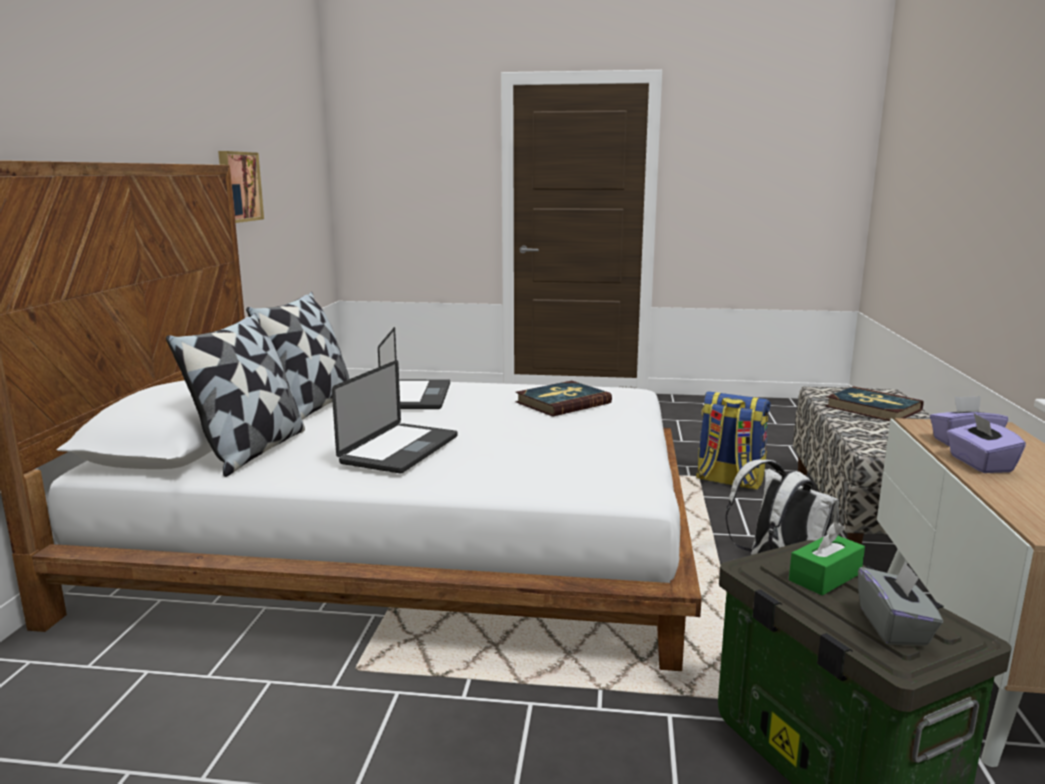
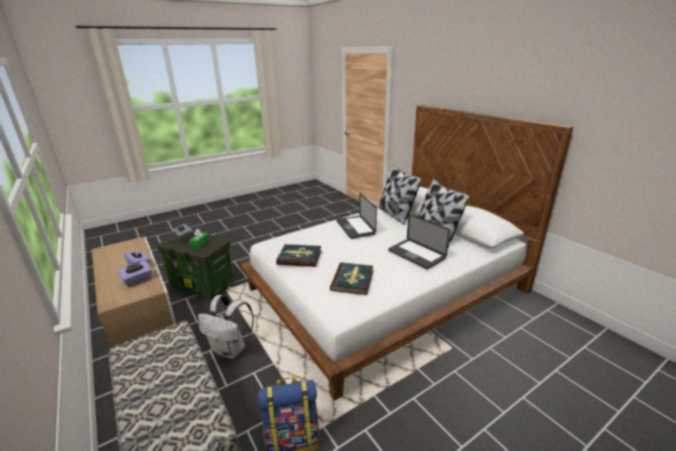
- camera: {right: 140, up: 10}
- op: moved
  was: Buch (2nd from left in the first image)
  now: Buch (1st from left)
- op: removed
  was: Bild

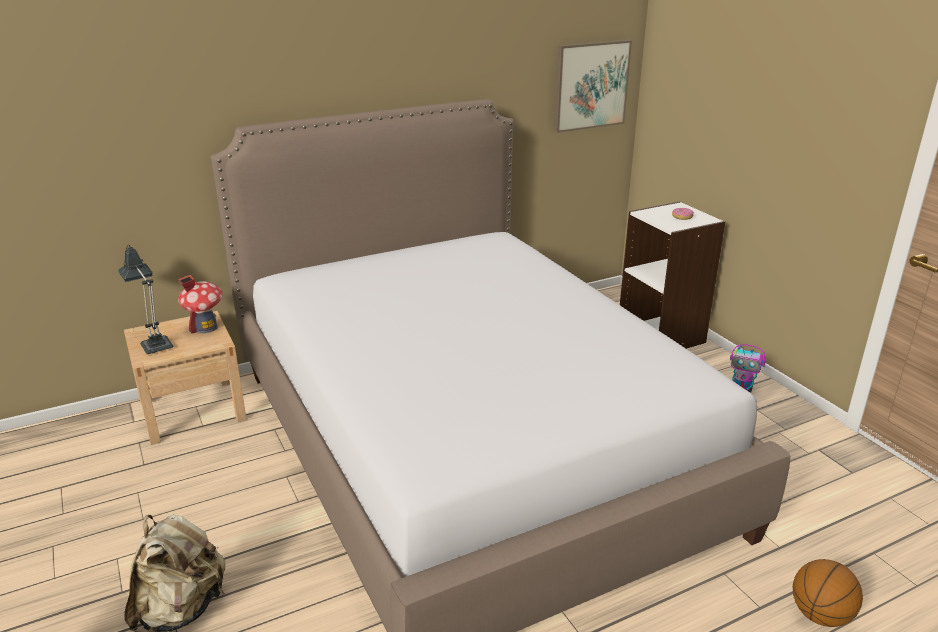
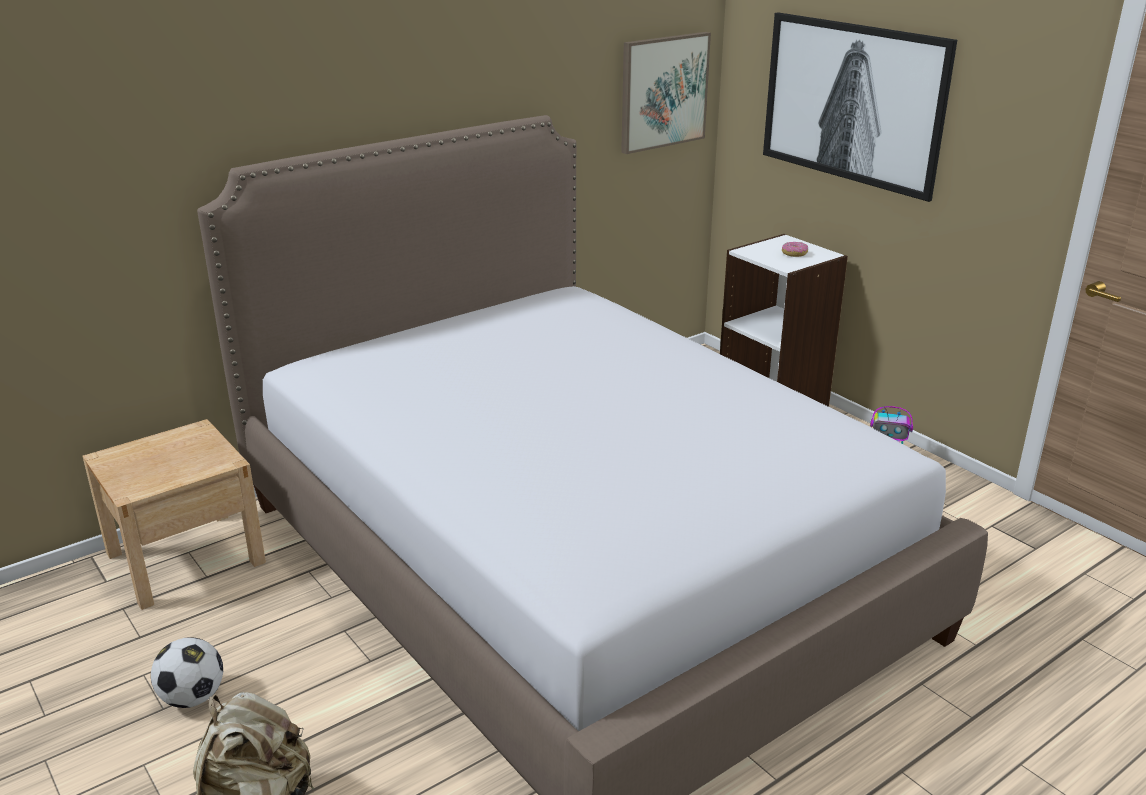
- camera: {right: -10, up: 0}
- op: added
  now: Fußball
- op: added
  now: Bild (2nd from left)
- op: removed
  was: Tischlampe
- op: removed
  was: Spielzeughaus
- op: removed
  was: Basketball

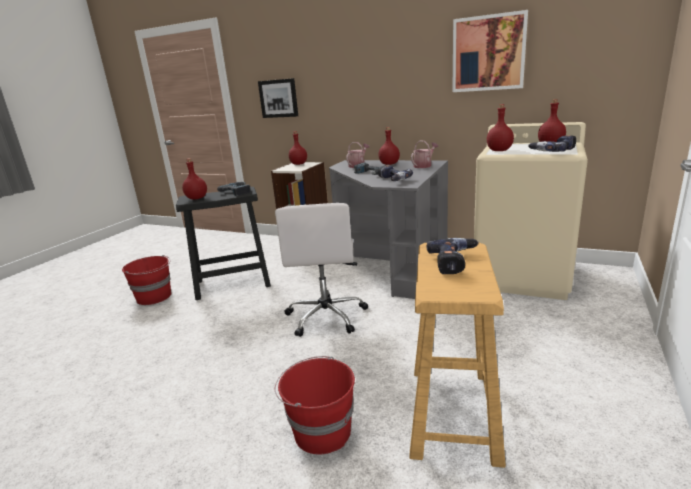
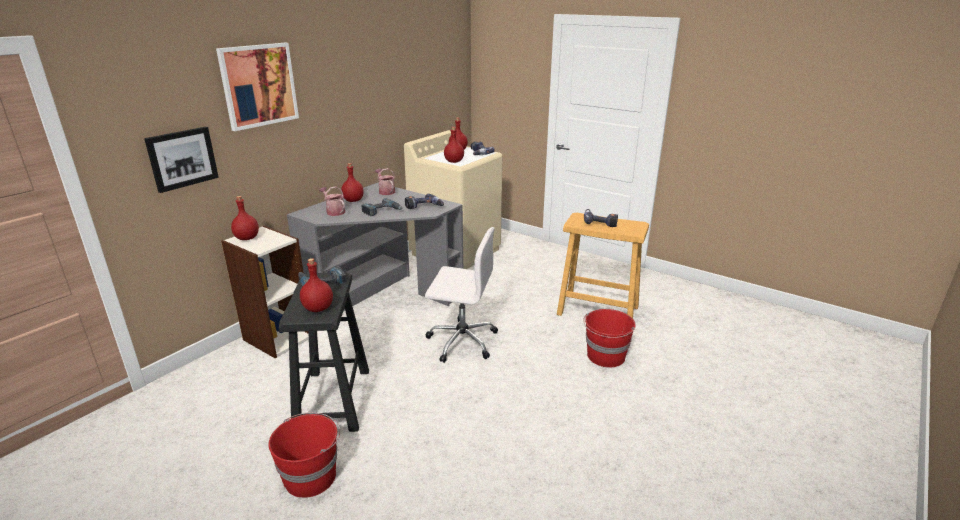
- camera: {right: -80, up: 5}
- op: moved
  was: Bild (2nd from left)

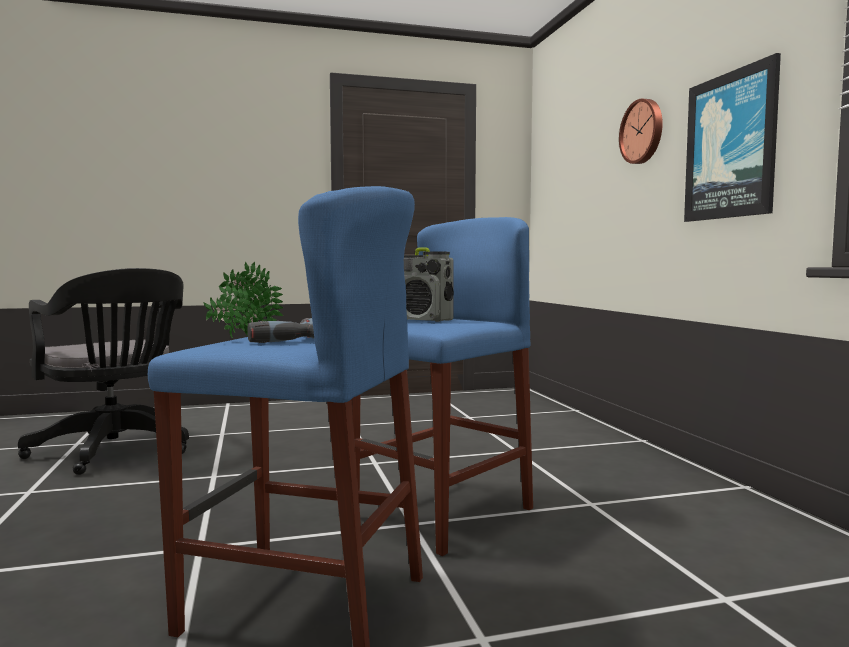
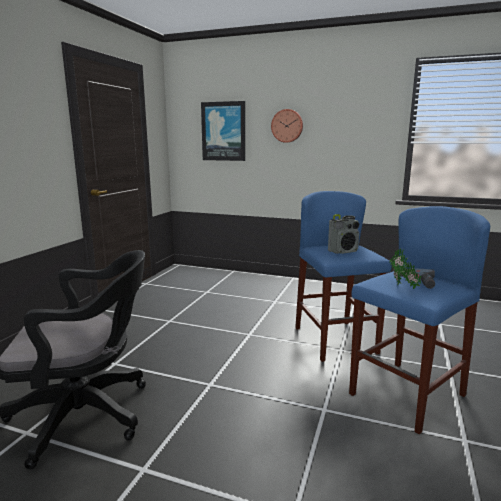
- camera: {right: -55, up: 10}
- op: moved
  was: Bild

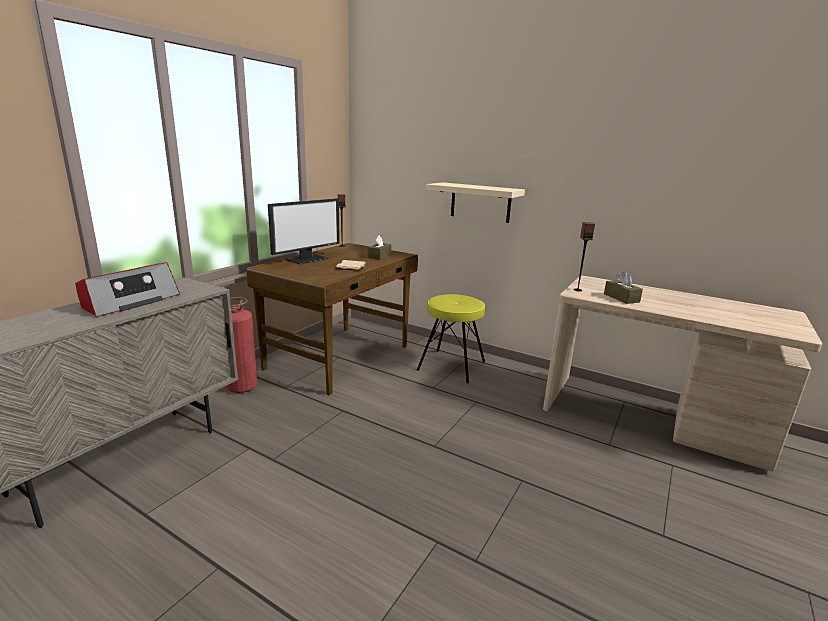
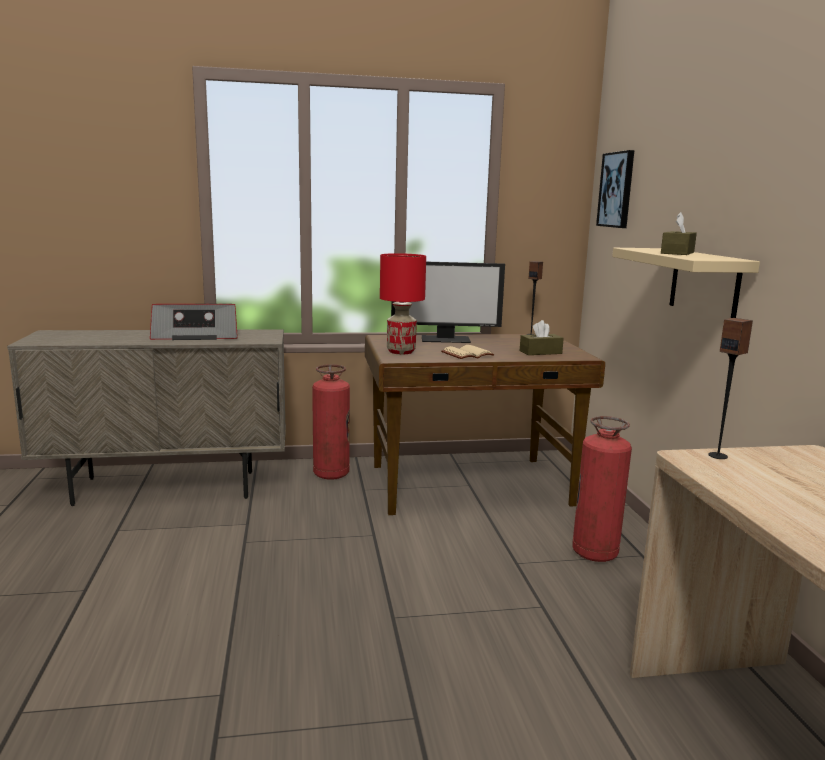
- camera: {right: 50, up: -5}
- op: added
  now: Tischlampe (rot)
- op: replaced
  was: Hocker (gelb)
  now: Feuerlöscher (2nd from left)
- op: added
  now: Bild
- op: moved
  was: Taschentuchbox (braun) (2nd from left)

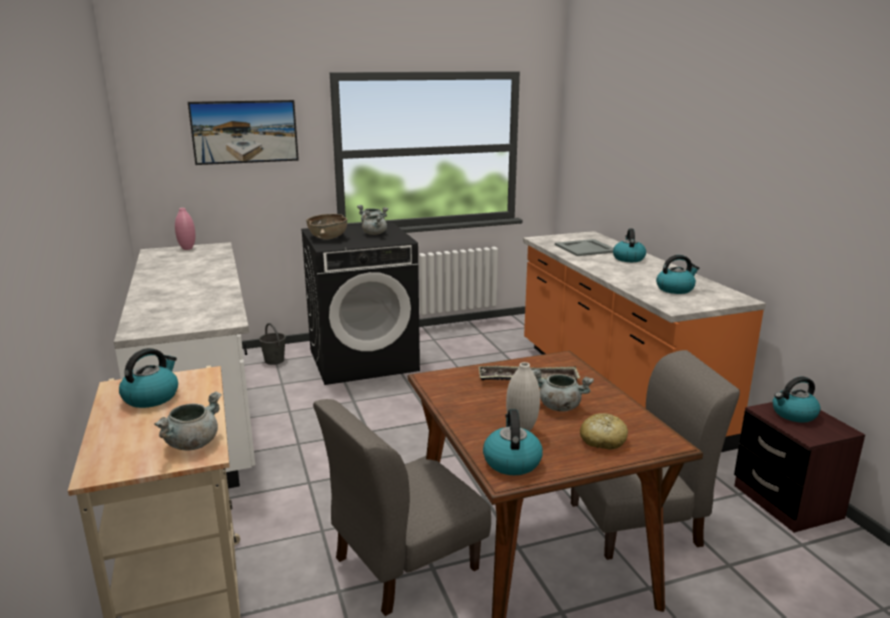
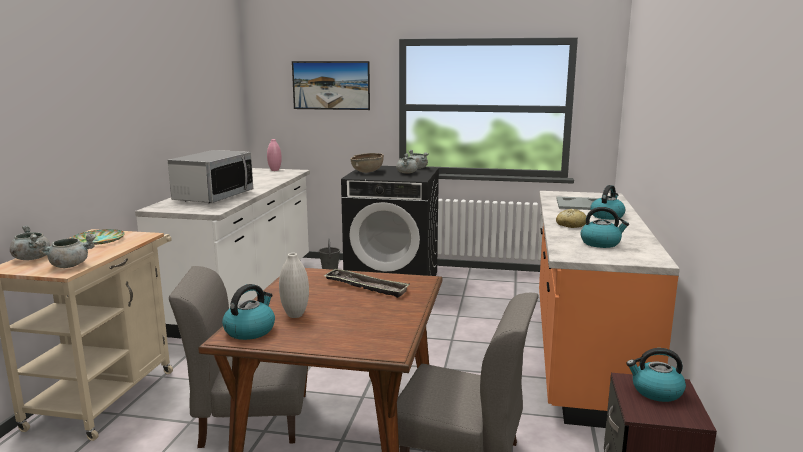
- camera: {right: 30, up: -5}
- op: moved
  was: Kochtopf (grau) (4th from left in the first image)
  now: Kochtopf (grau) (1st from left)
- op: replaced
  was: Wasserkessel (1st from left)
  now: Teller
- op: added
  now: Mikrowelle
- op: moved
  was: Brot

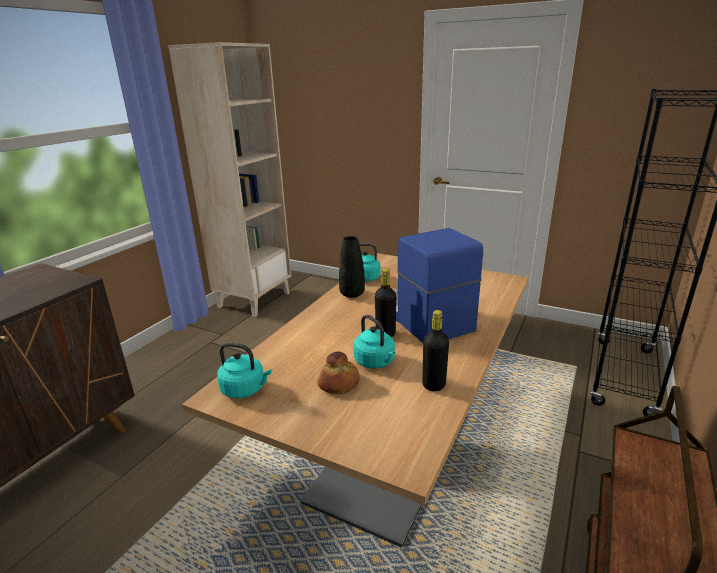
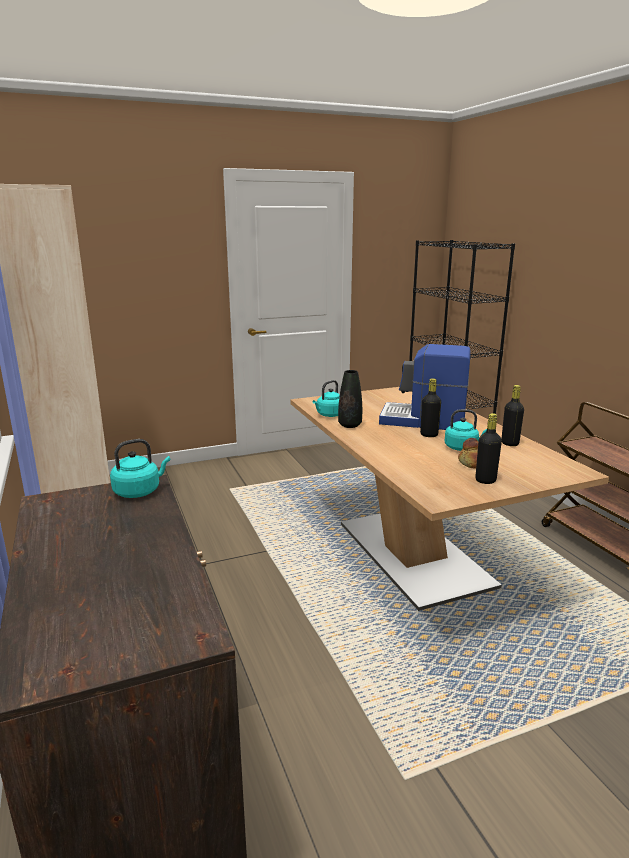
- camera: {right: -50, up: -5}
- op: moved
  was: Wasserkessel (türkis) (1st from left)
- op: added
  now: Flasche (schwarz) (2nd from left)

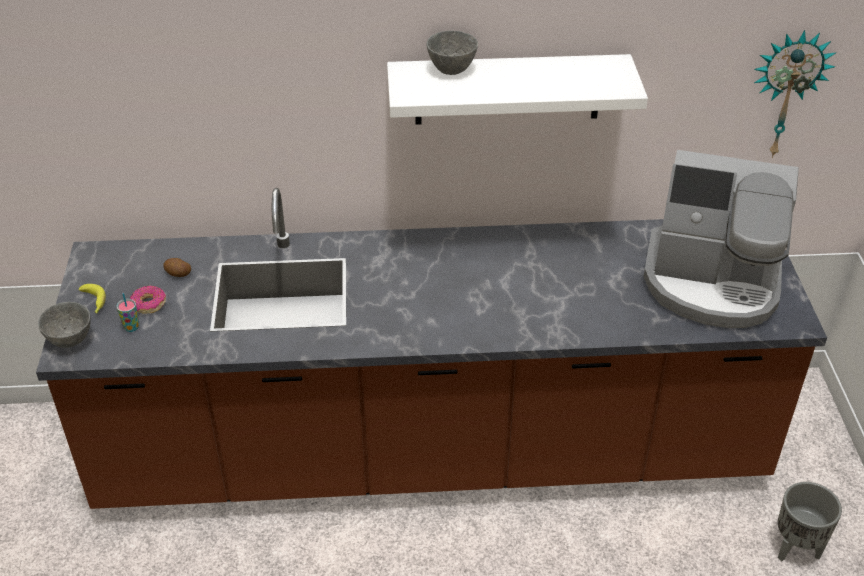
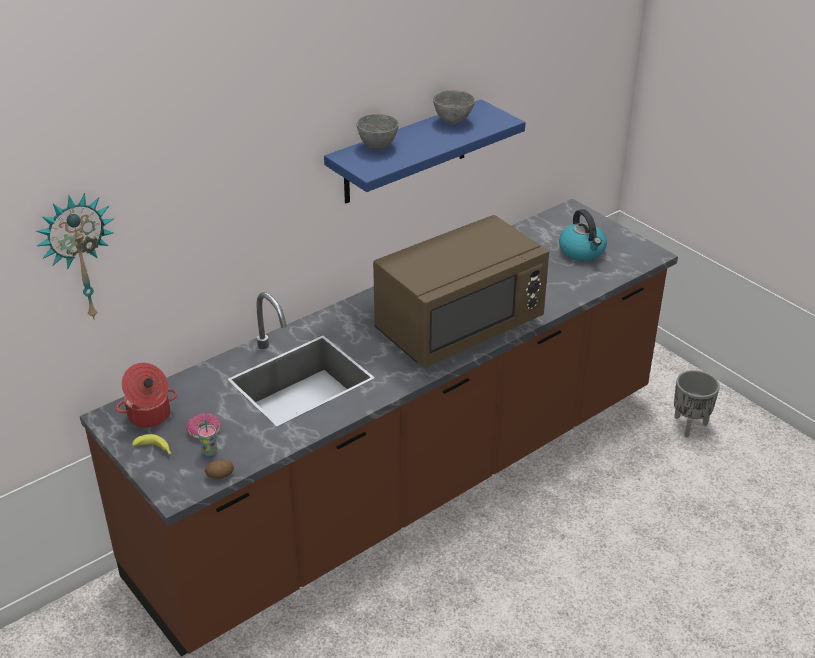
- camera: {right: -35, up: -5}
- op: moved
  was: Wanduhr
- op: added
  now: Kochtopf
- op: moved
  was: Kartoffel
- op: recoloured
  was: Wandregal (weiß)
  now: Wandregal (blau)
- op: added
  now: Mikrowelle (braun)
- op: moved
  was: Schüssel (grau) (1st from left in the first image)
  now: Schüssel (grau) (2nd from left)
- op: replaced
  was: Kaffeemaschine
  now: Wasserkessel

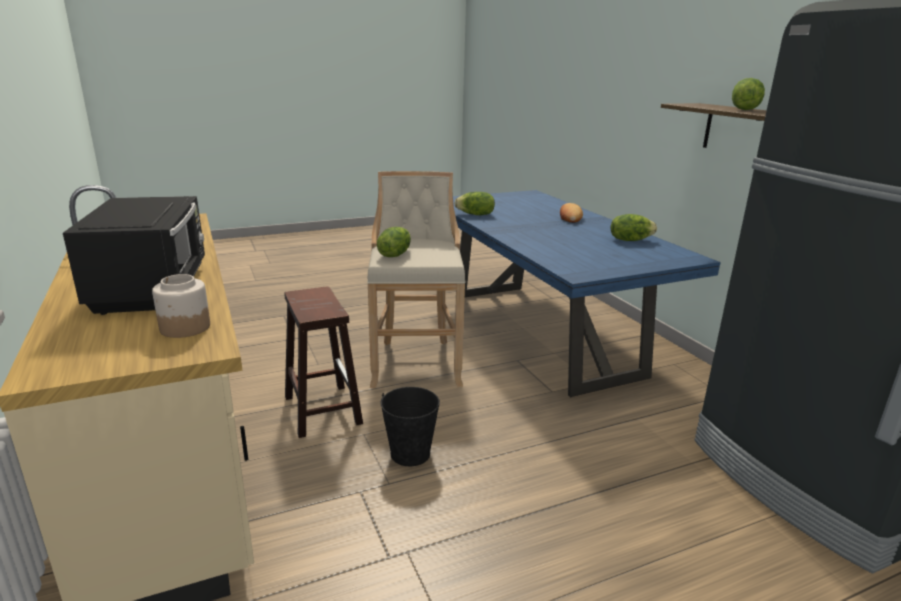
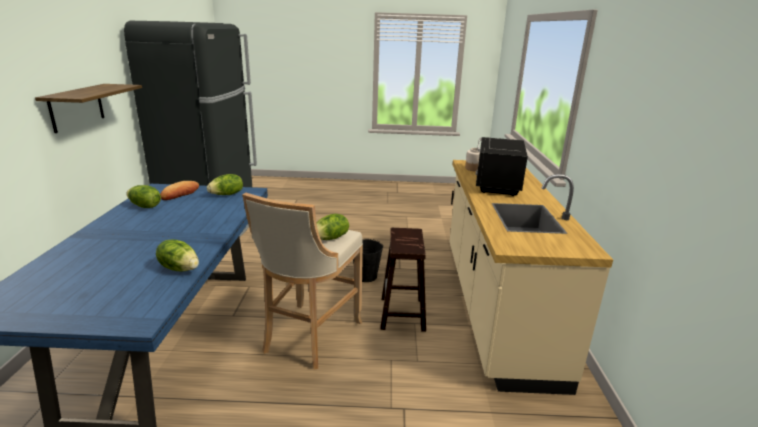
- camera: {right: -155, up: 0}
- op: moved
  was: Brot
- op: moved
  was: Salatkopf (4th from left in the first image)
  now: Salatkopf (3rd from left)

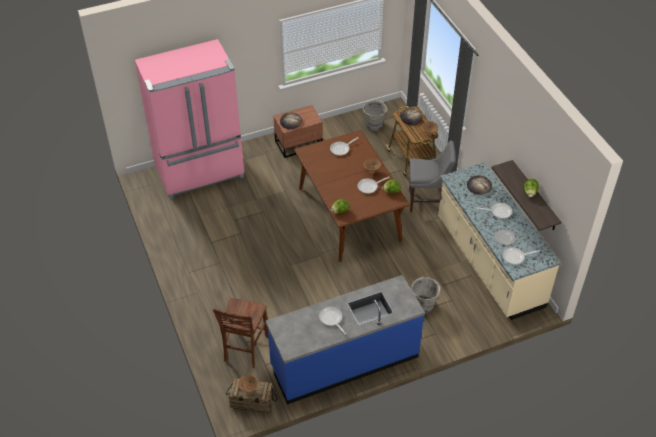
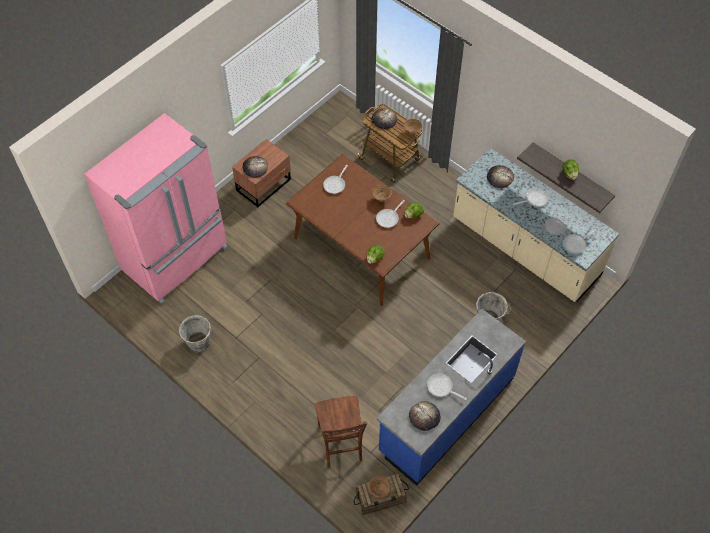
- camera: {right: -25, up: 10}
- op: moved
  was: Eimer (grau) (1st from left)
- op: added
  now: Brot (3rd from left)
- op: removed
  was: Stuhl (grau)

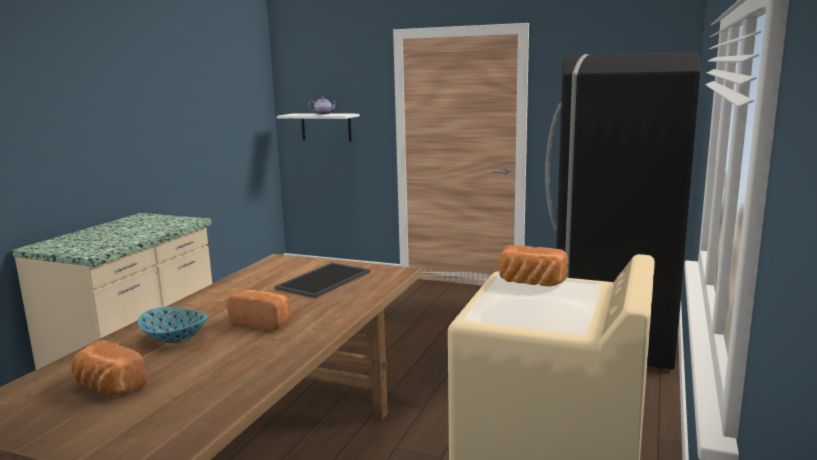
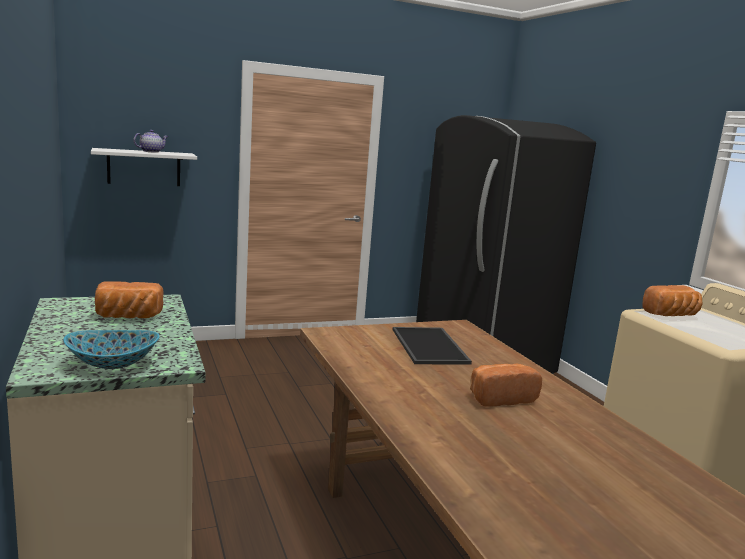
- camera: {right: -45, up: 0}
- op: moved
  was: Schüssel
- op: moved
  was: Brot (1st from left)

